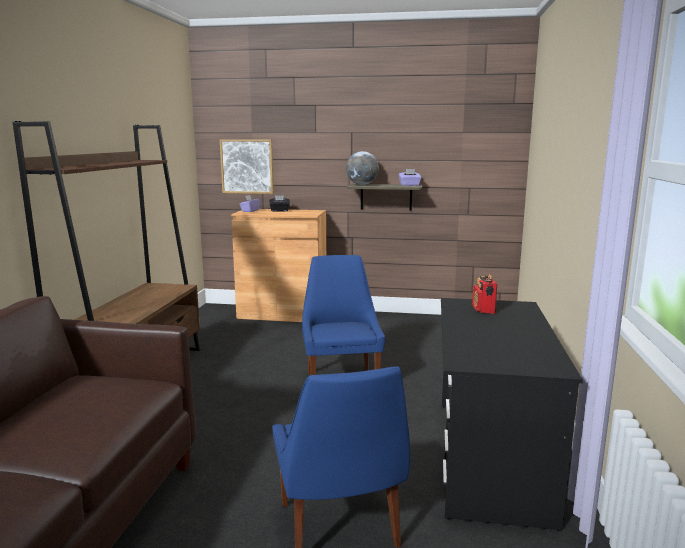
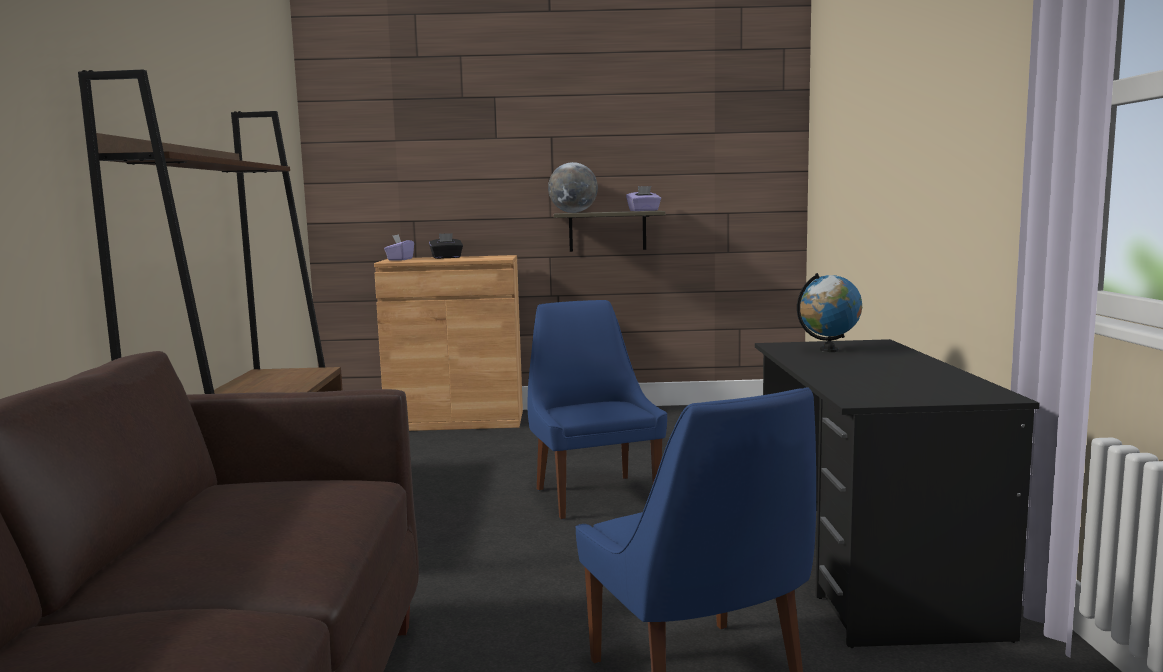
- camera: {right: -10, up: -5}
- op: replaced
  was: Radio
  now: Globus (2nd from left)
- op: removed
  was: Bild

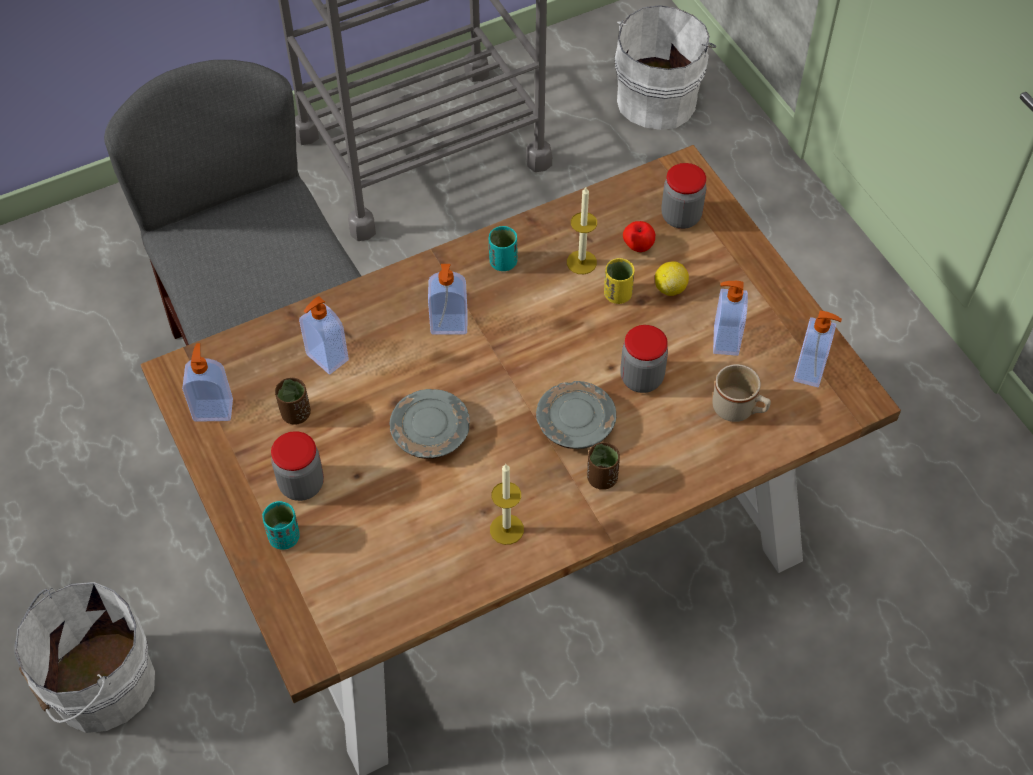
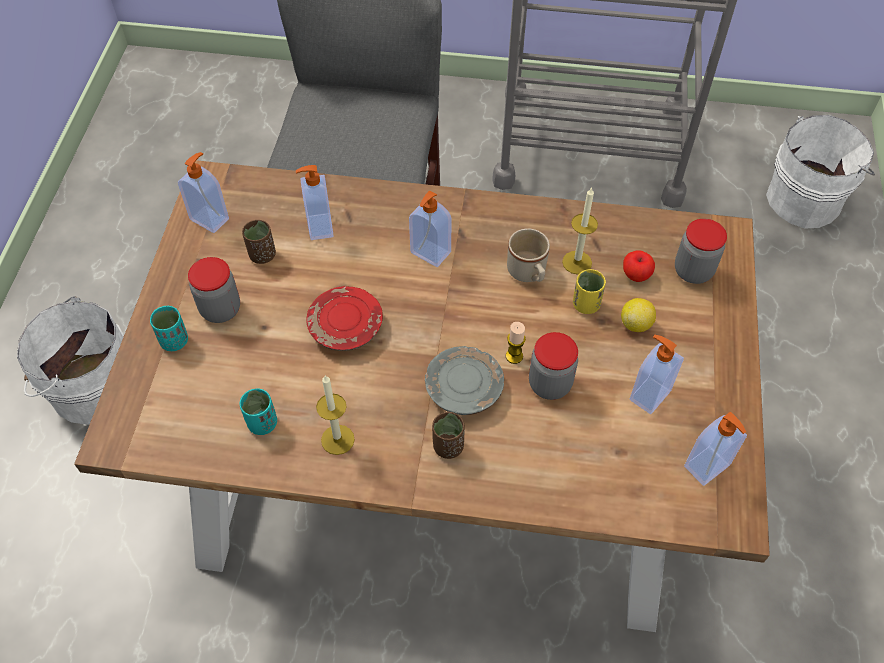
- camera: {right: 35, up: 0}
- op: moved
  was: Tasse (türkis) (2nd from left)
- op: recoloured
  was: Teller (grau) (1st from left)
  now: Teller (rot)
- op: added
  now: Kerze (2nd from left)
- op: moved
  was: Henkelbecher (beige)

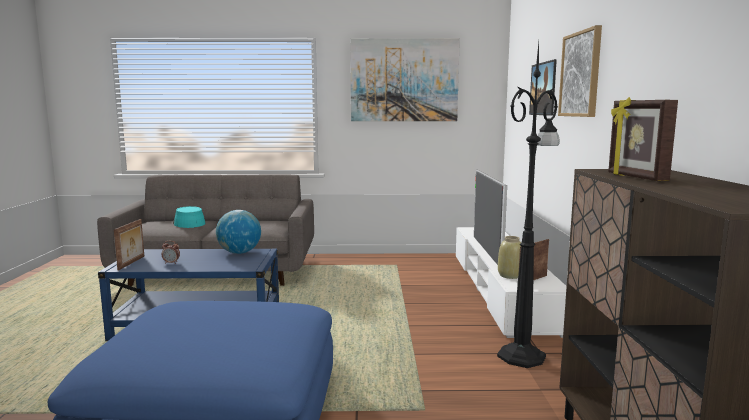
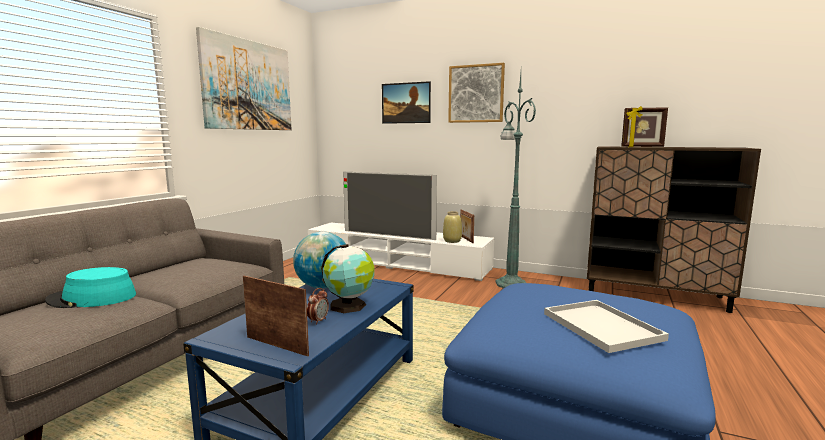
- camera: {right: -65, up: 0}
- op: added
  now: Globus (2nd from left)
- op: recoloured
  was: Stehlampe (schwarz)
  now: Stehlampe (grün)
- op: added
  now: Tablett (weiß)

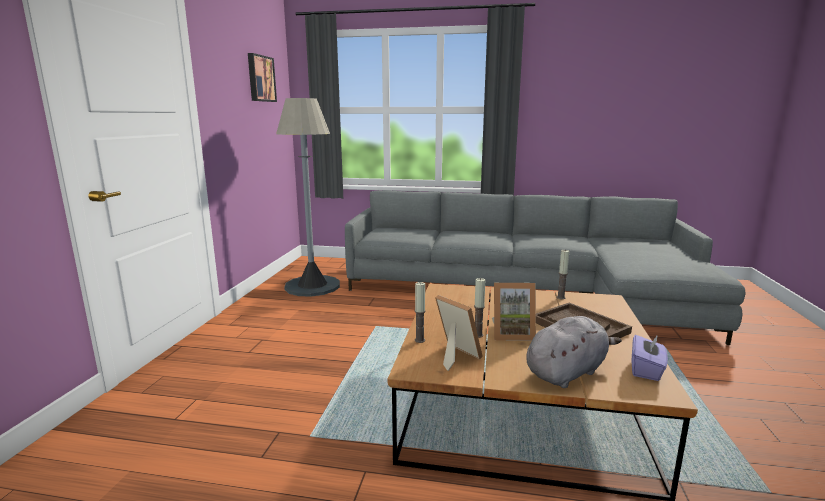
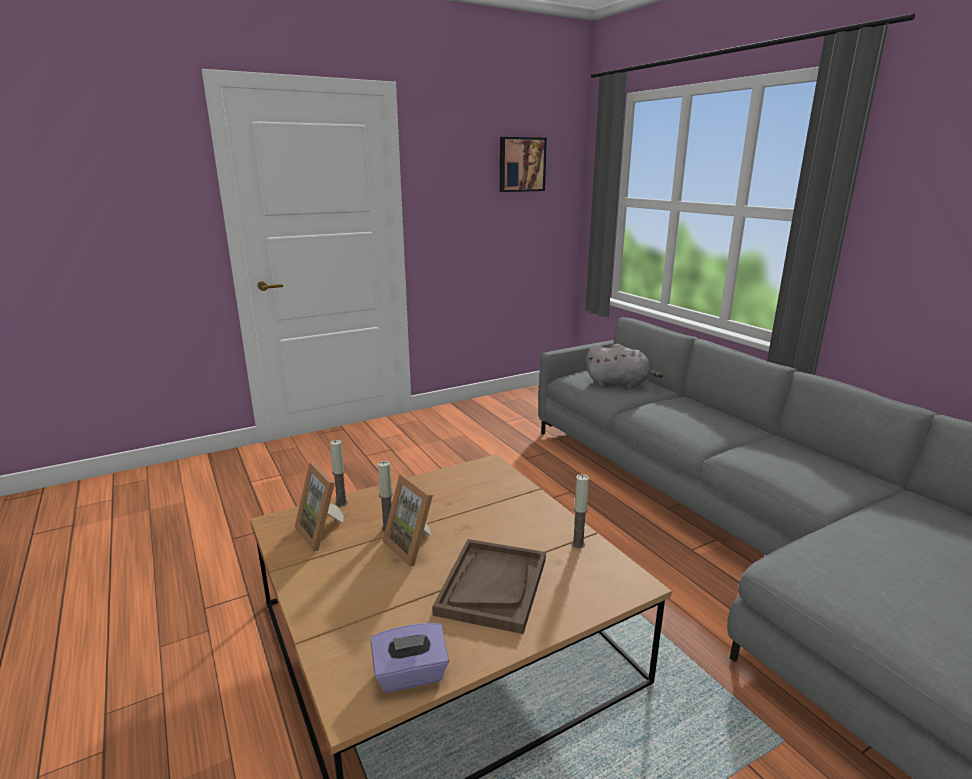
- camera: {right: 50, up: 5}
- op: turned
  was: Bilderrahmen (1st from left)
  clockwise: 135
- op: moved
  was: Plüschtier (grau)
- op: removed
  was: Stehlampe (grau)

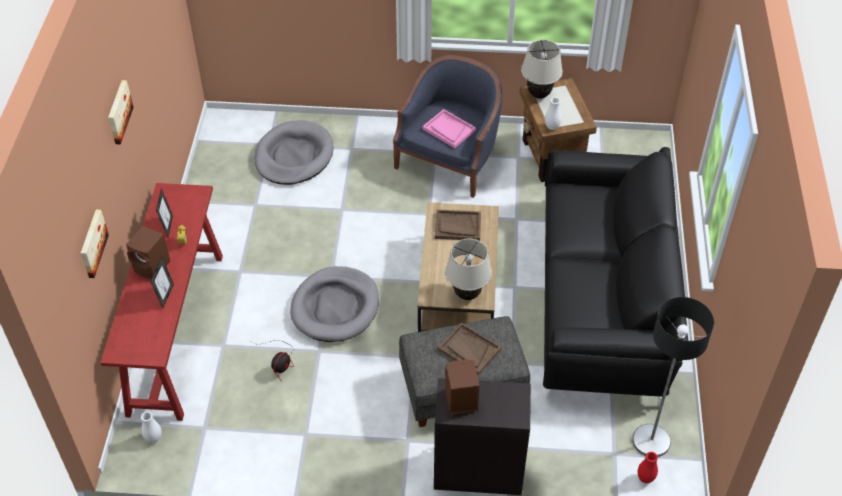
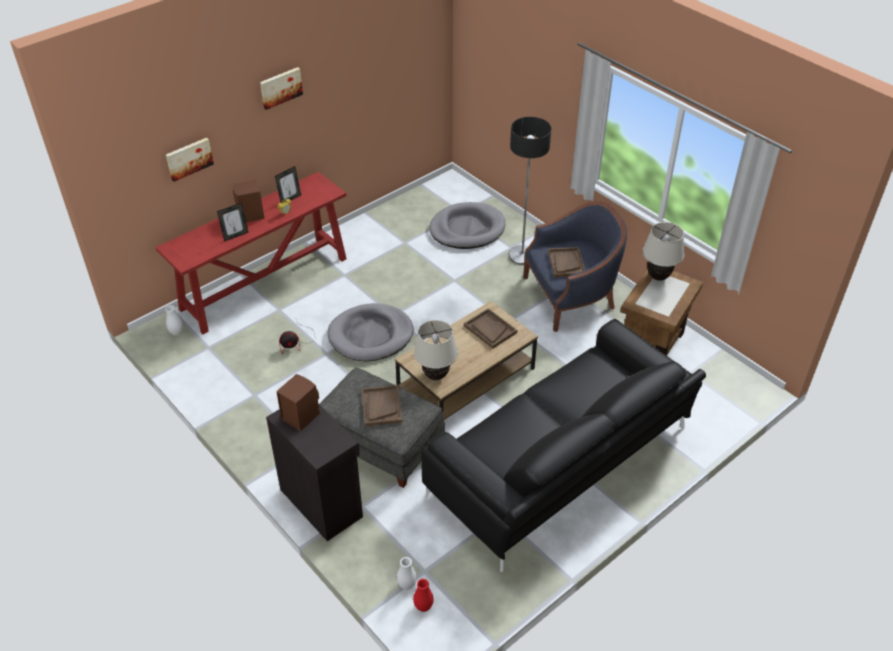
- camera: {right: 45, up: -5}
- op: moved
  was: Vase (weiß) (2nd from left)
- op: moved
  was: Stehlampe
- op: recoloured
  was: Tablett (rosa)
  now: Tablett (braun) (3rd from left)

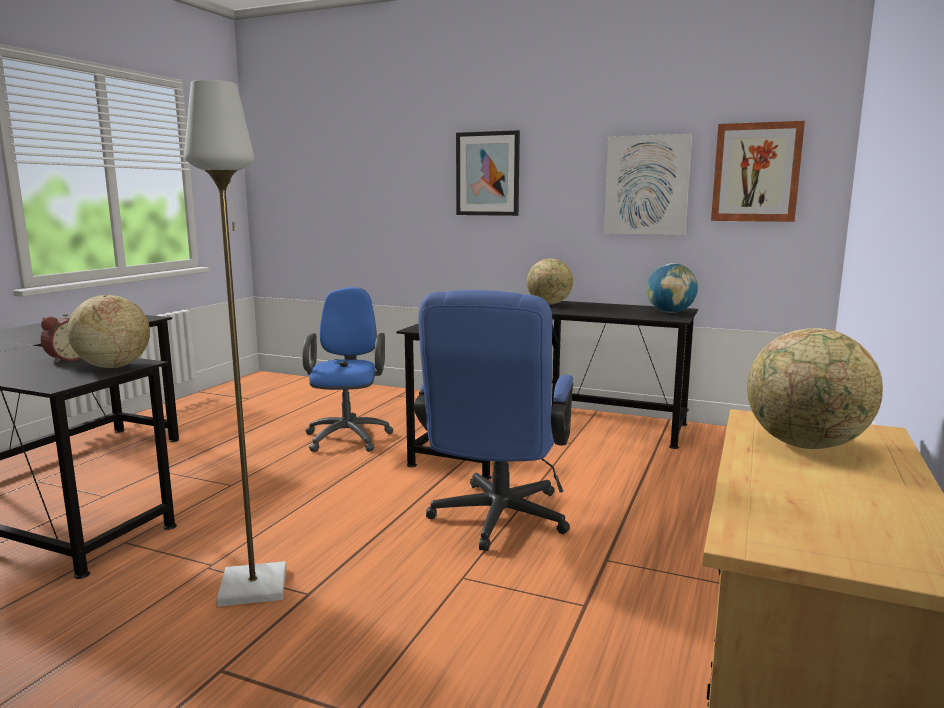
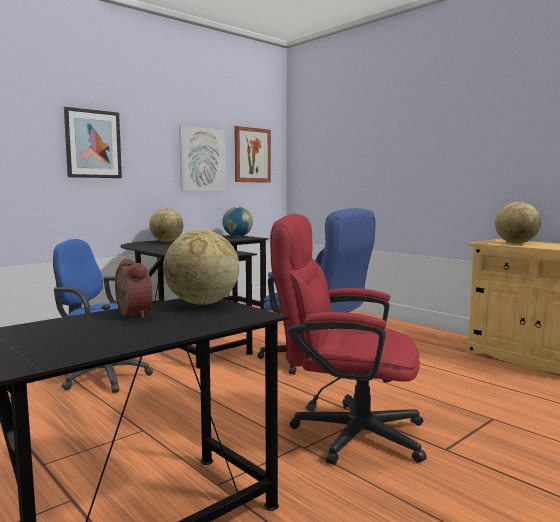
- camera: {right: -65, up: -5}
- op: replaced
  was: Stehlampe (grau)
  now: Bürostuhl (rot)

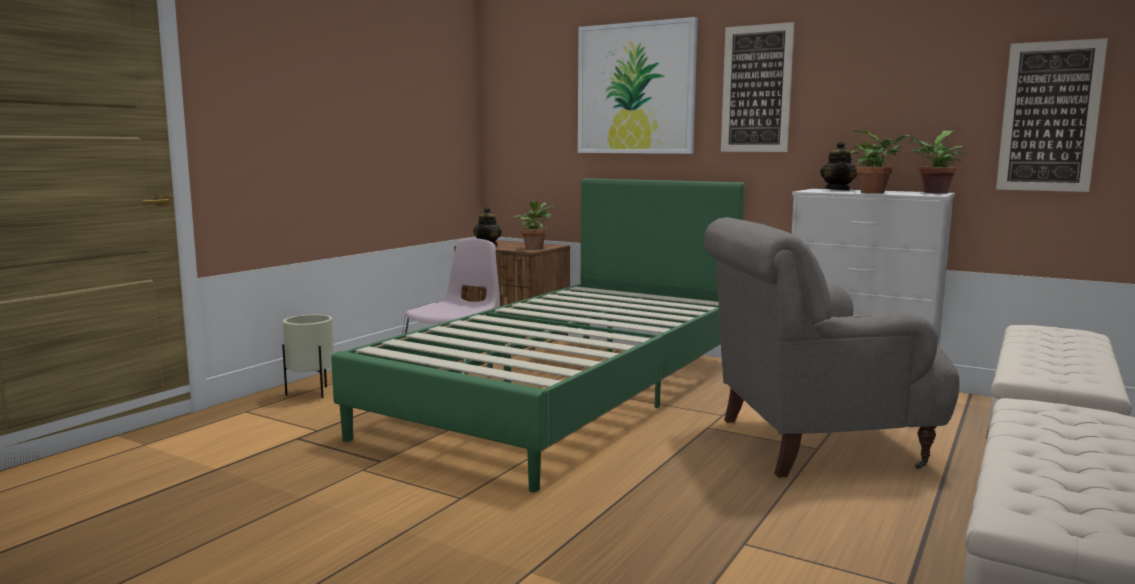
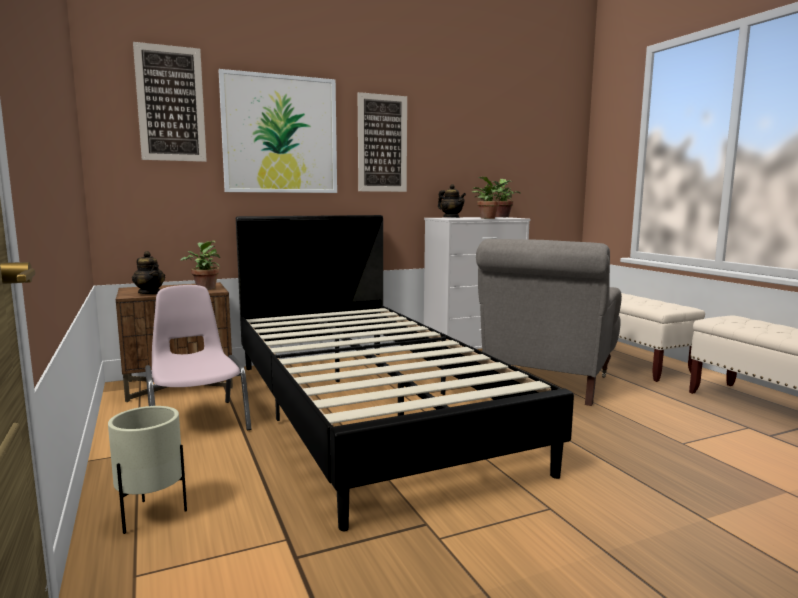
- camera: {right: -55, up: 0}
- op: moved
  was: Bild (3rd from left in the first image)
  now: Bild (1st from left)
- op: recoloured
  was: Bett (grün)
  now: Bett (schwarz)

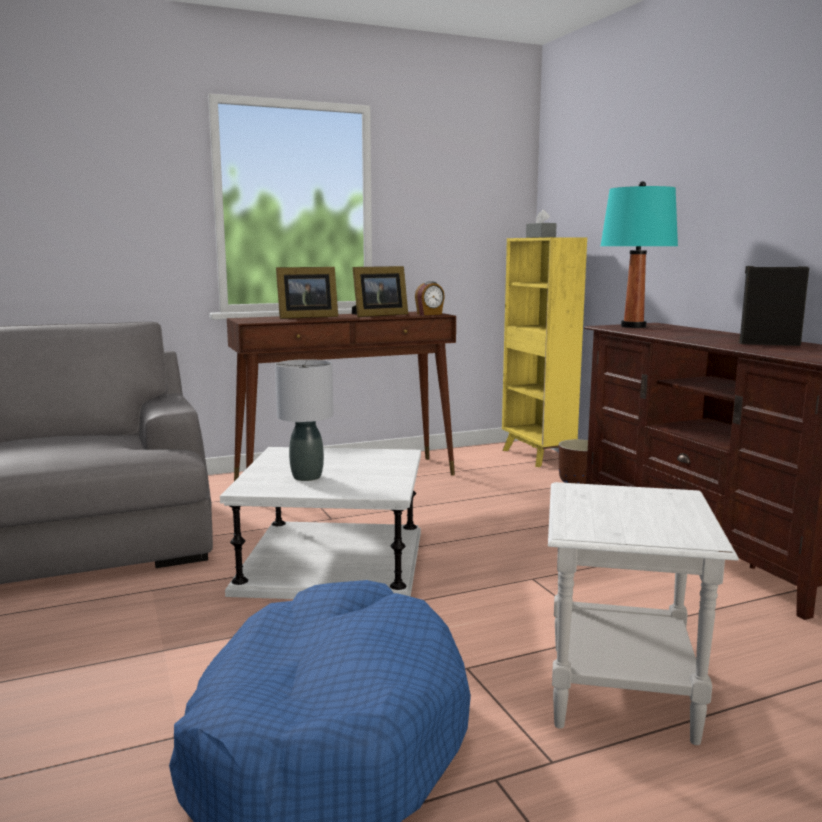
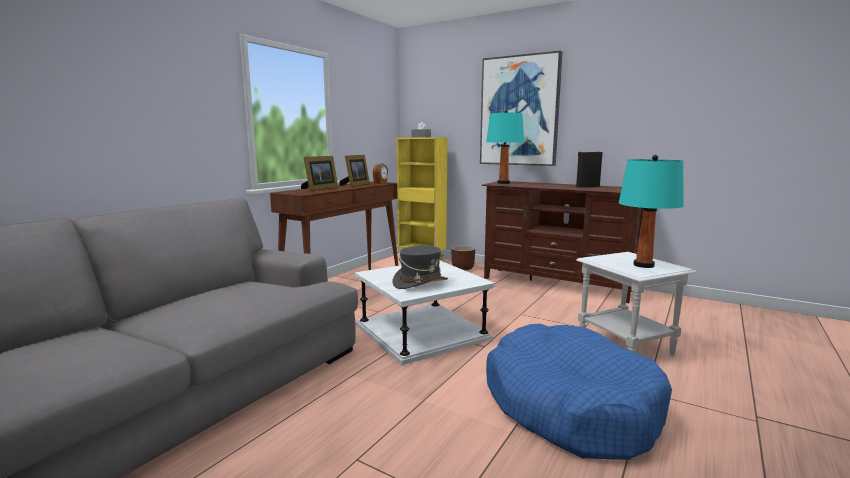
- camera: {right: -35, up: 0}
- op: replaced
  was: Tischlampe (grau)
  now: Hut (grau)
- op: added
  now: Bild
- op: added
  now: Tischlampe (türkis) (2nd from left)

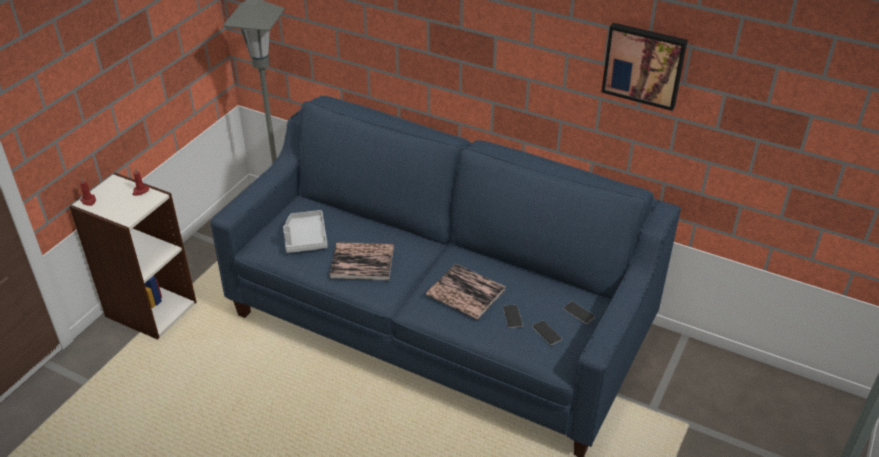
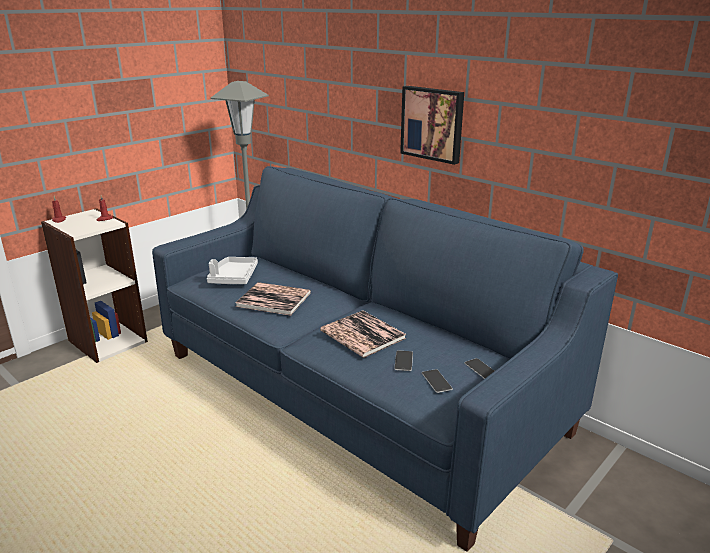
- camera: {right: 15, up: -15}
- op: moved
  was: Bild

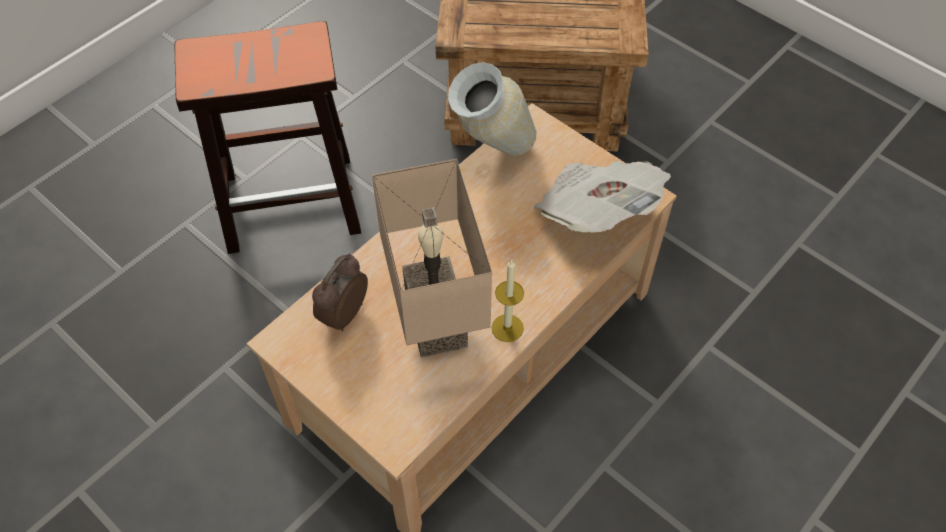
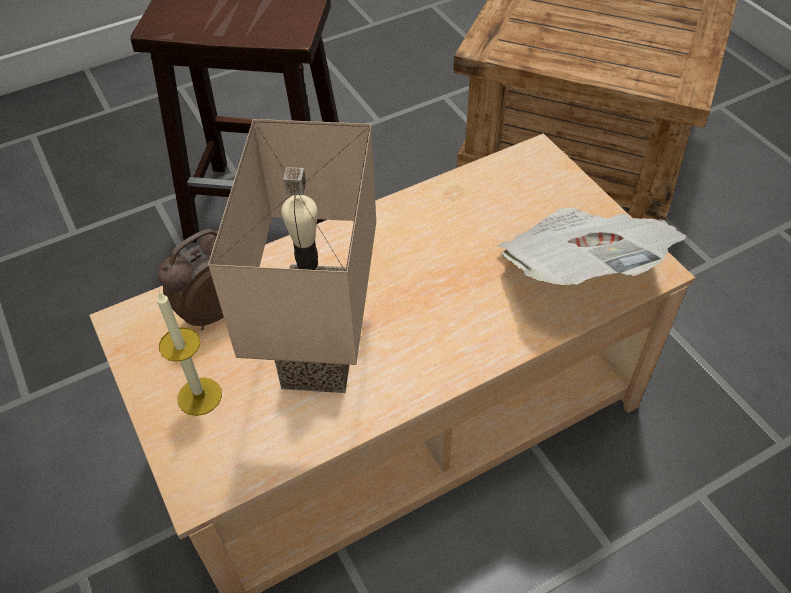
- camera: {right: 20, up: -5}
- op: moved
  was: Kerze
- op: removed
  was: Vase

